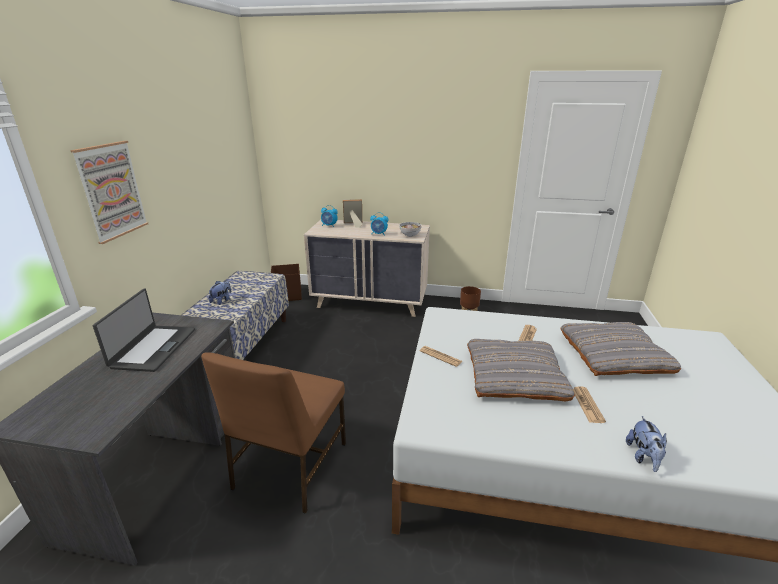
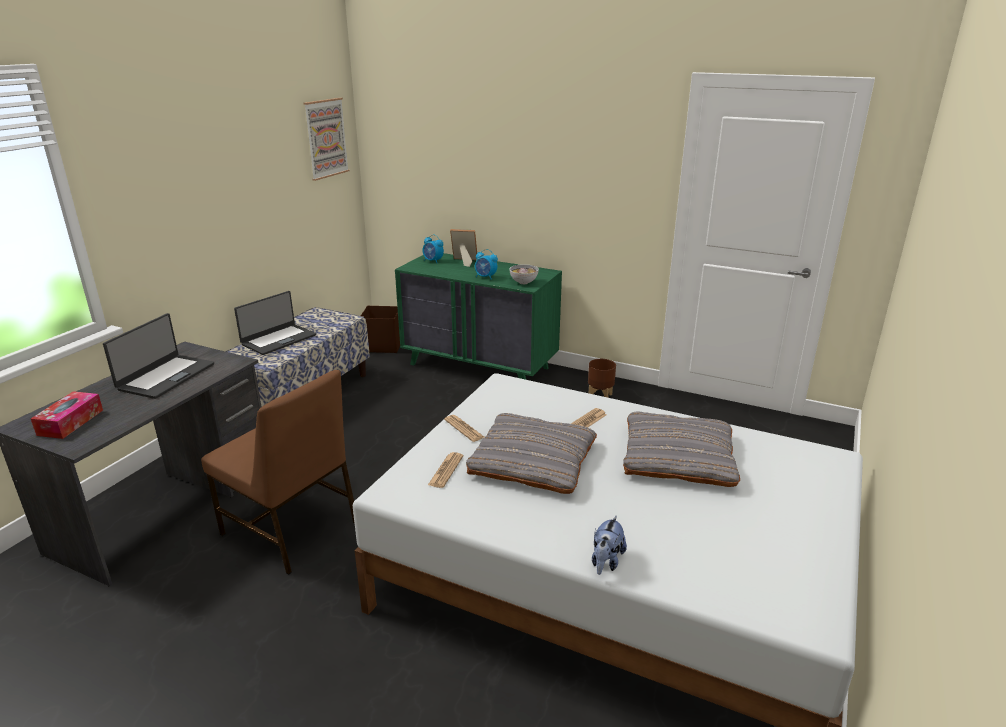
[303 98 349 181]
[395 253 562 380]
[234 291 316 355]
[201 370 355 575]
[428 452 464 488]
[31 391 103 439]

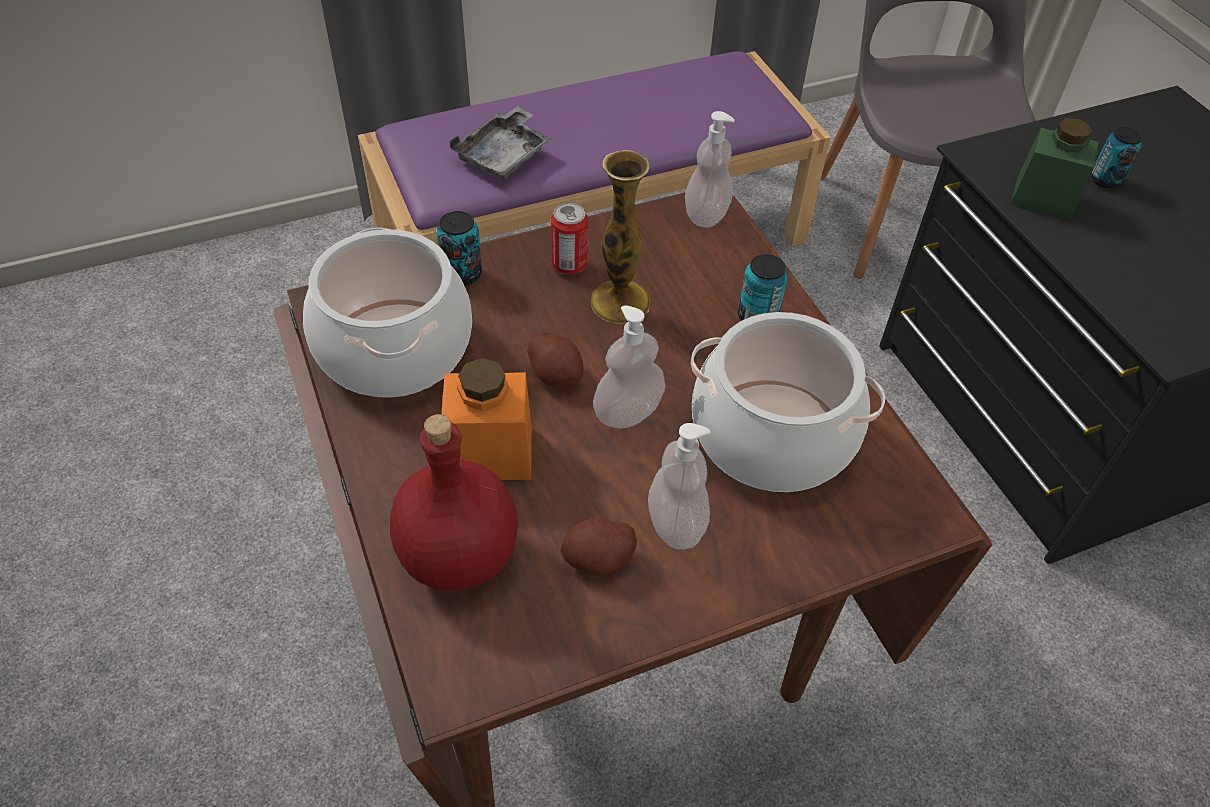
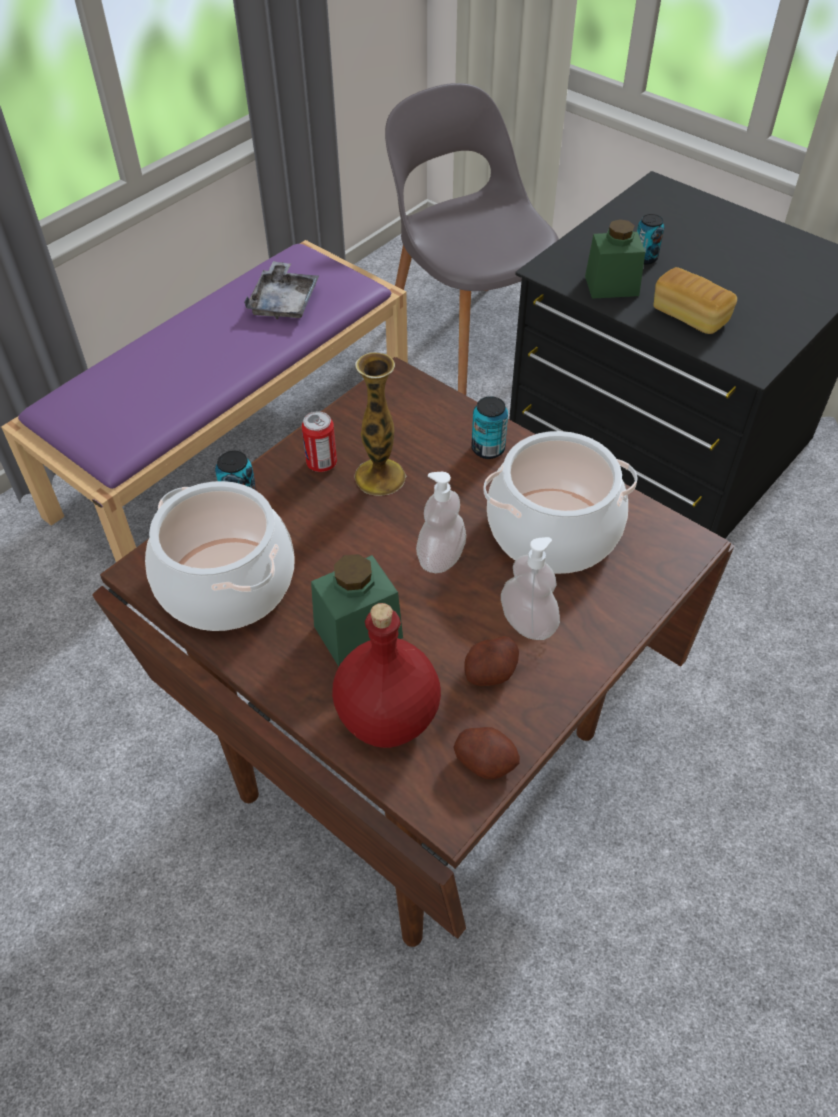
[244 261 319 319]
[685 111 735 228] (first image)
[453 727 520 780]
[311 554 403 667]
[653 267 737 334]

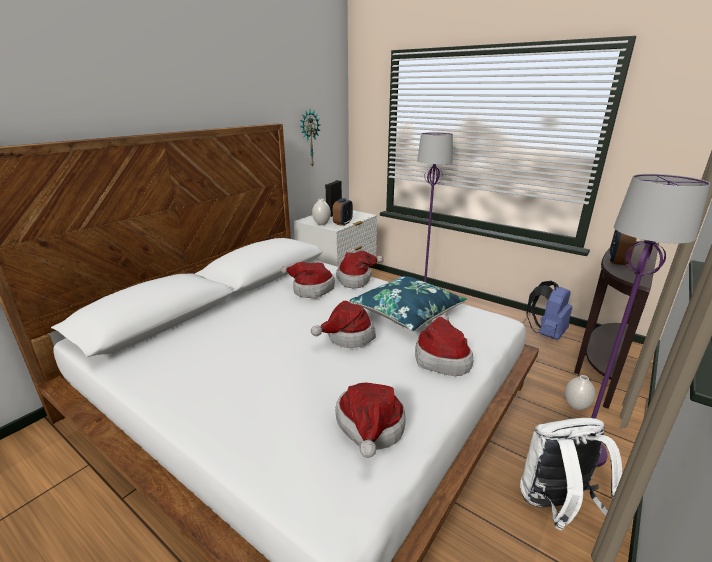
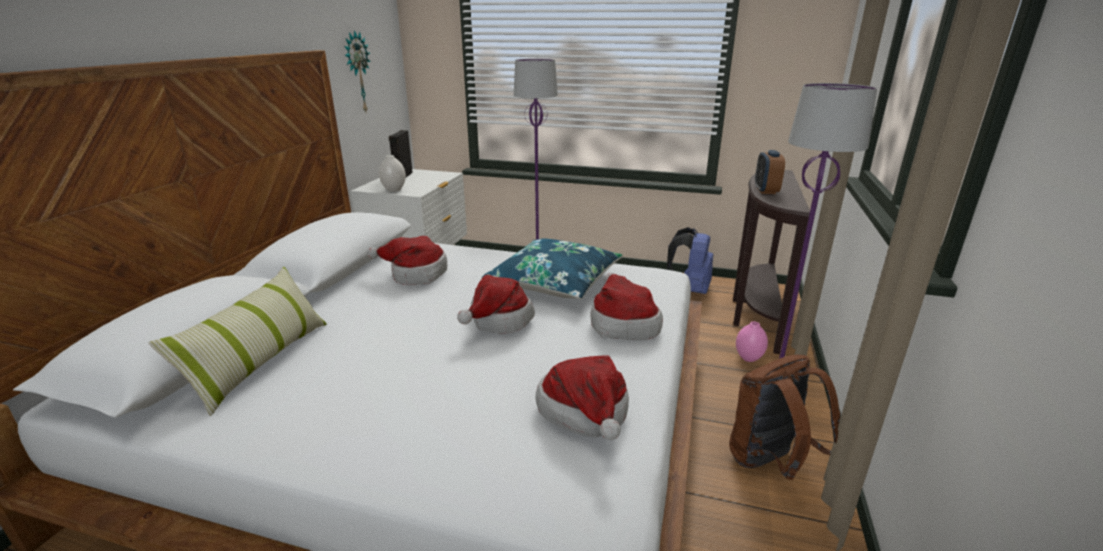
[333 198 353 226] (first image)
[336 251 384 288] (first image)
[736 321 768 362]
[729 355 840 480]
[149 267 327 416]

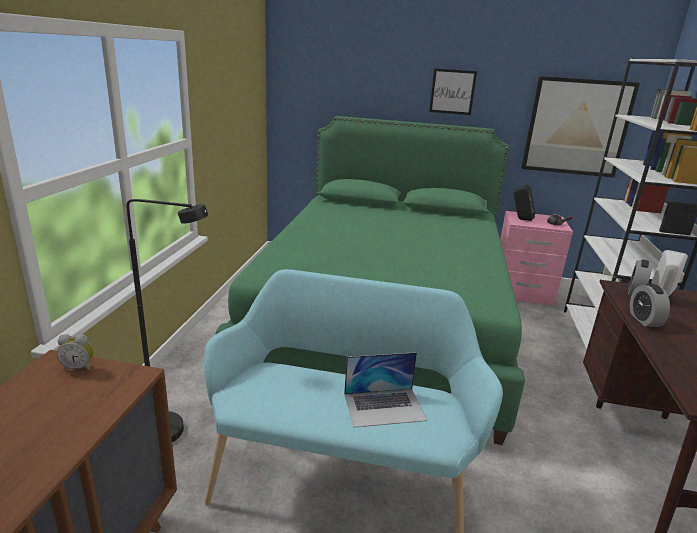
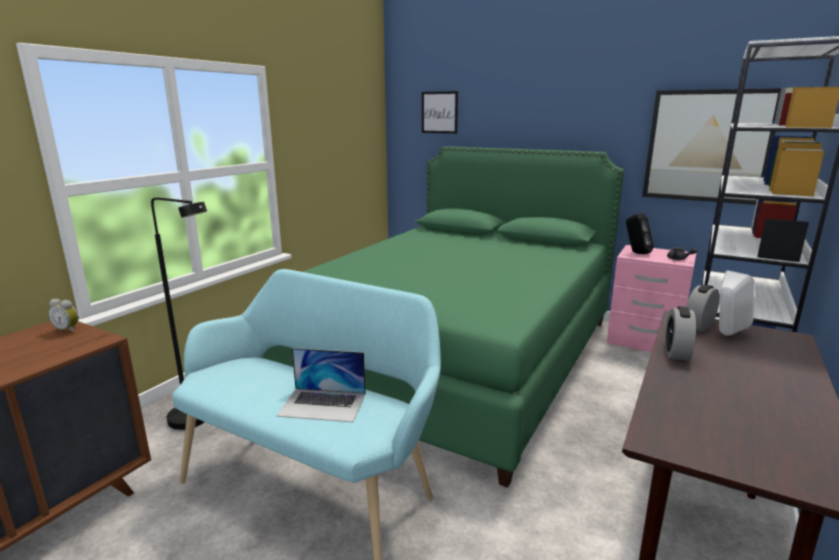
[422 91 458 134]

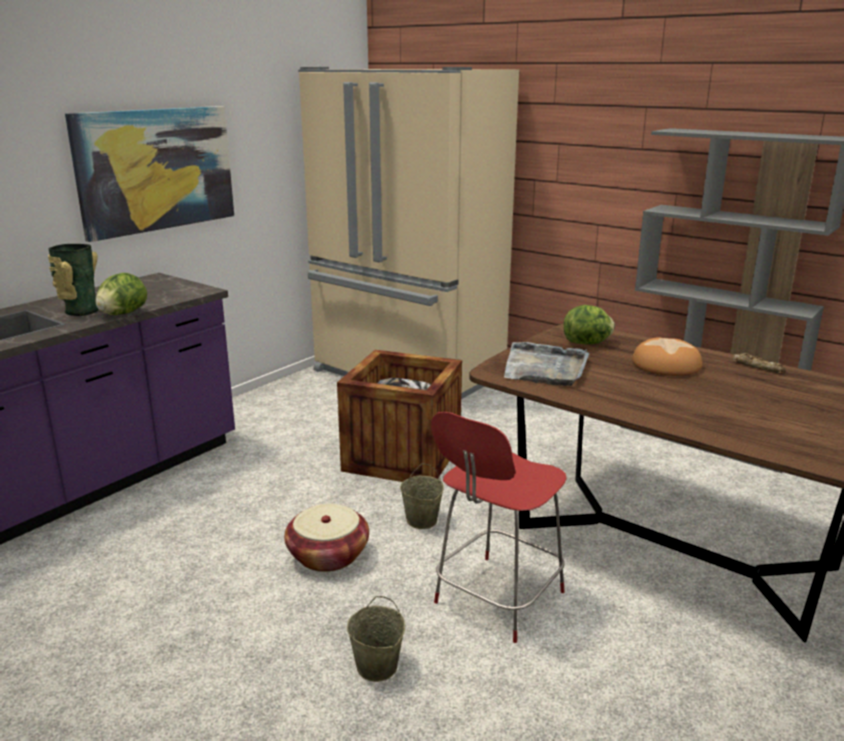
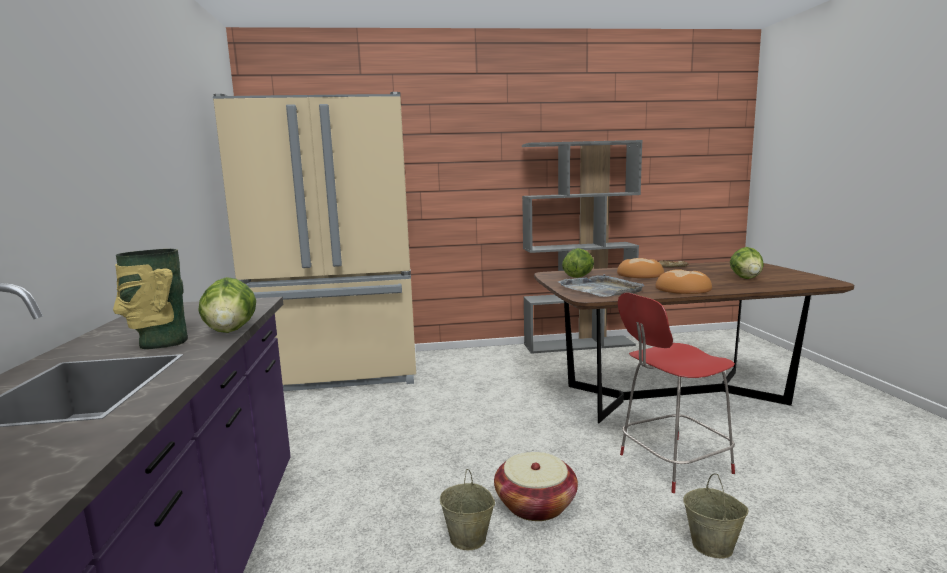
[65 106 234 242] (first image)
[337 350 462 482] (first image)
[618 293 735 493]
[440 469 495 550]
[730 247 764 279]
[656 269 712 294]

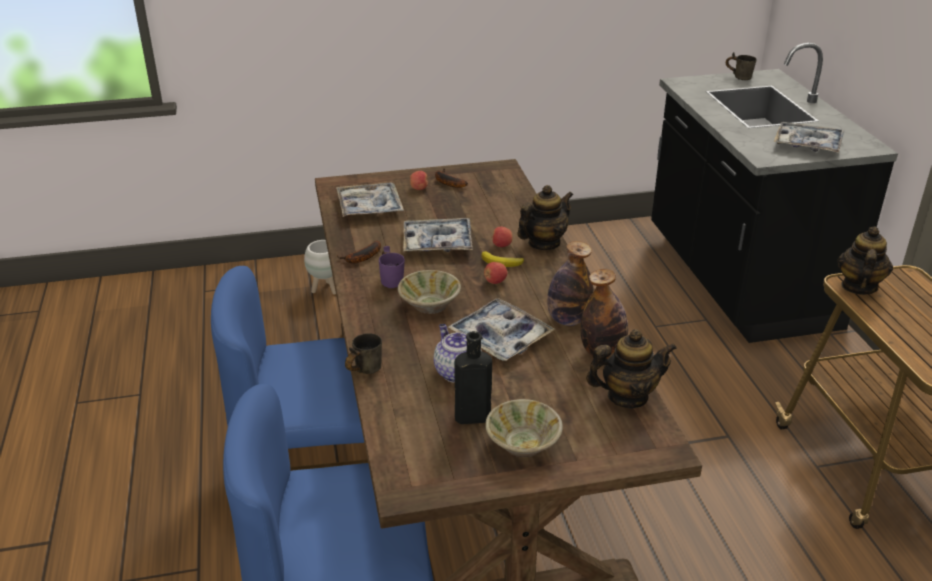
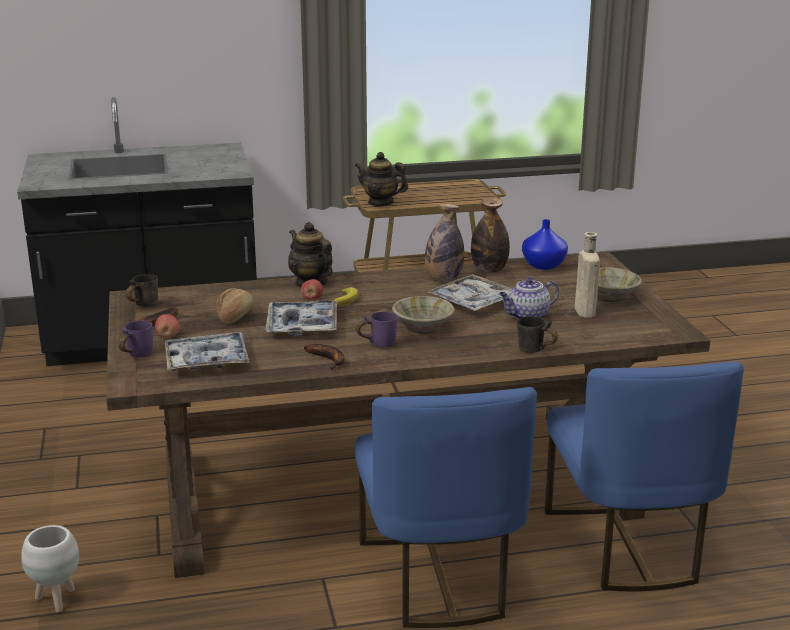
[126 274 158 307]
[773 122 844 153] (first image)
[484 262 507 284] (first image)
[522 219 568 270]
[575 232 600 318]
[216 288 254 324]
[118 321 153 357]

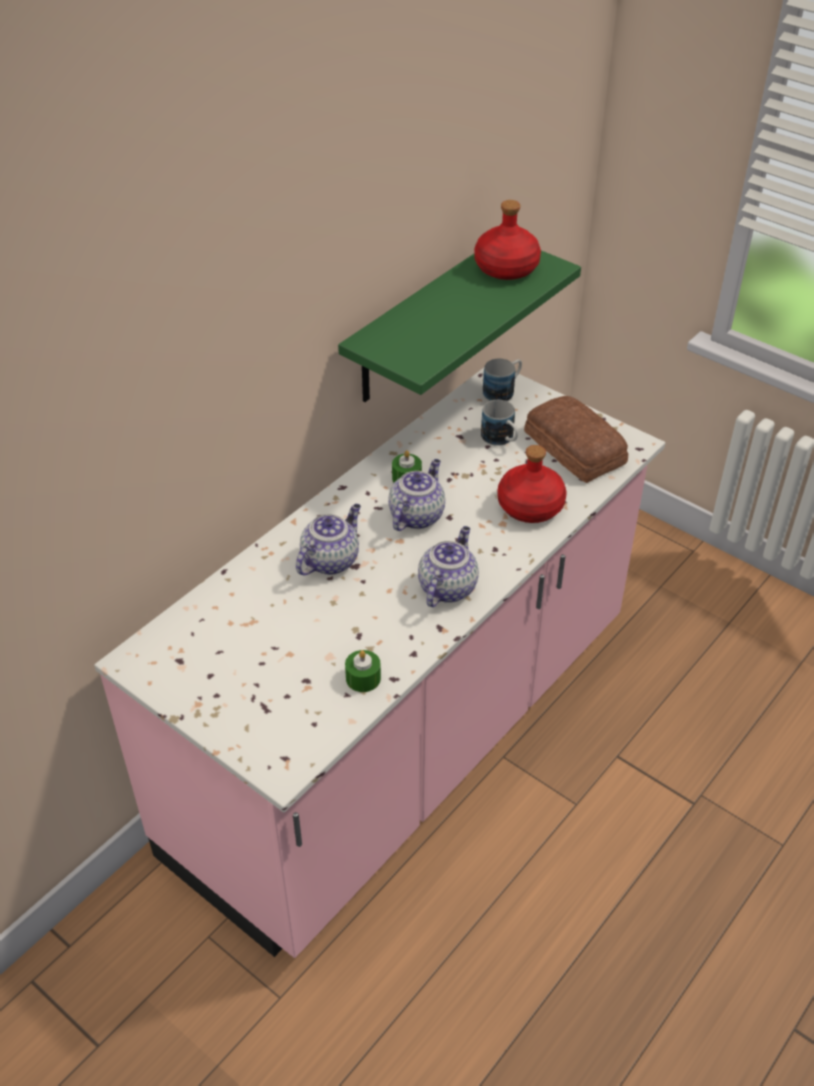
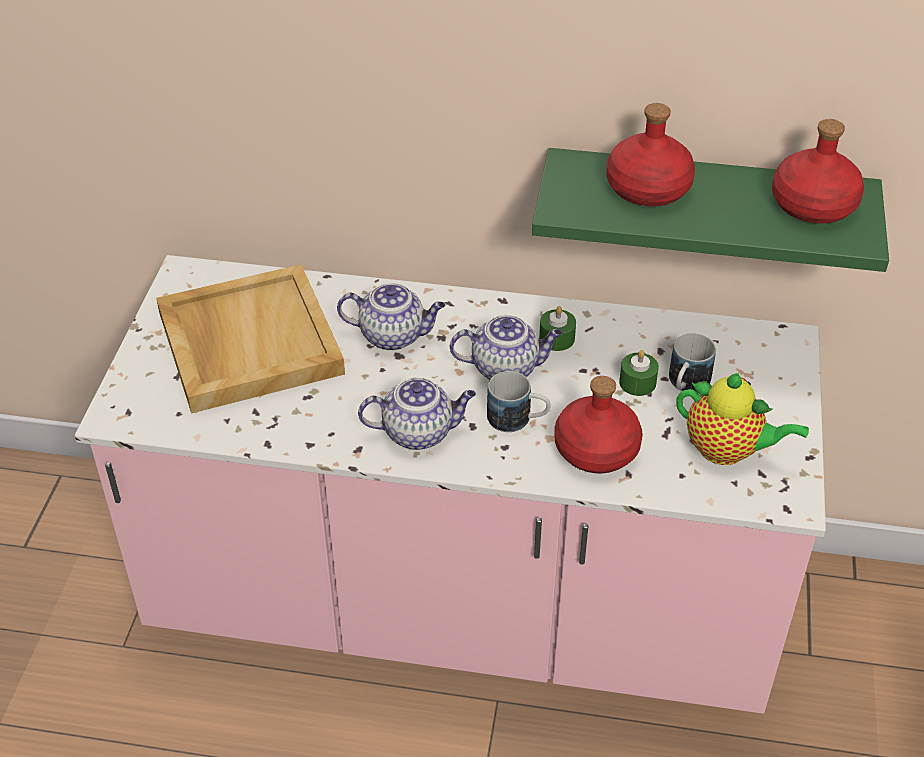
[487 371 551 432]
[676 373 809 465]
[619 350 659 396]
[606 103 695 206]
[156 264 345 414]

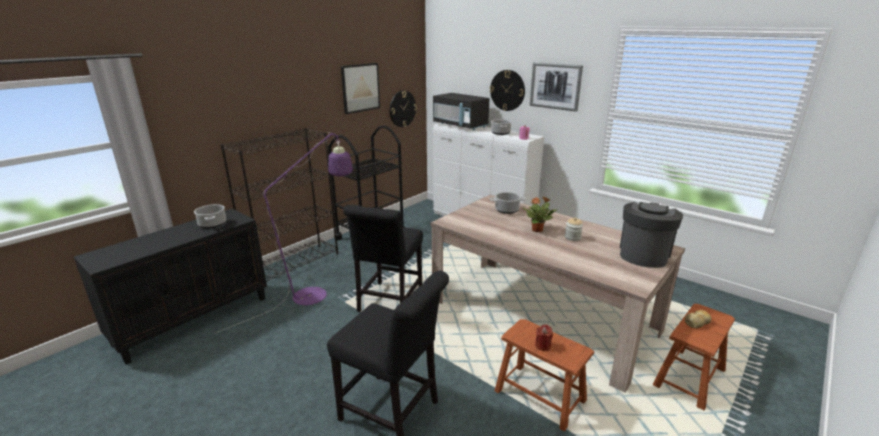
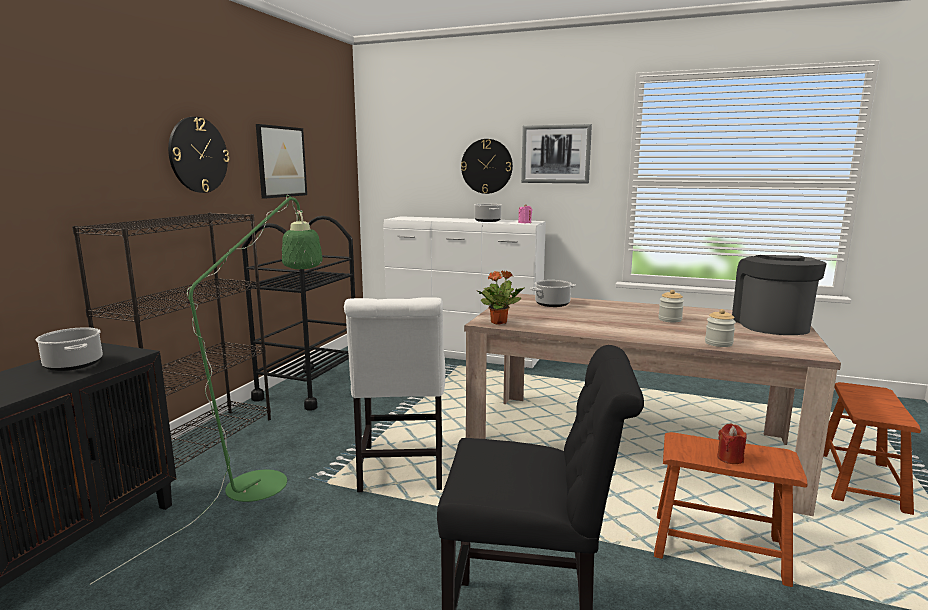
[168 117 229 193]
[433 93 489 130] (first image)
[90 195 323 585]
[476 270 525 325]
[344 297 445 492]
[685 310 711 328] (first image)
[705 309 736 347]

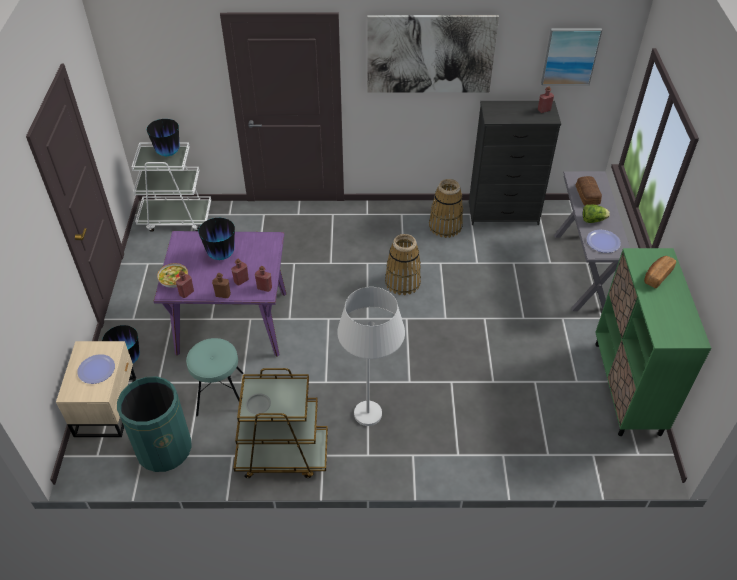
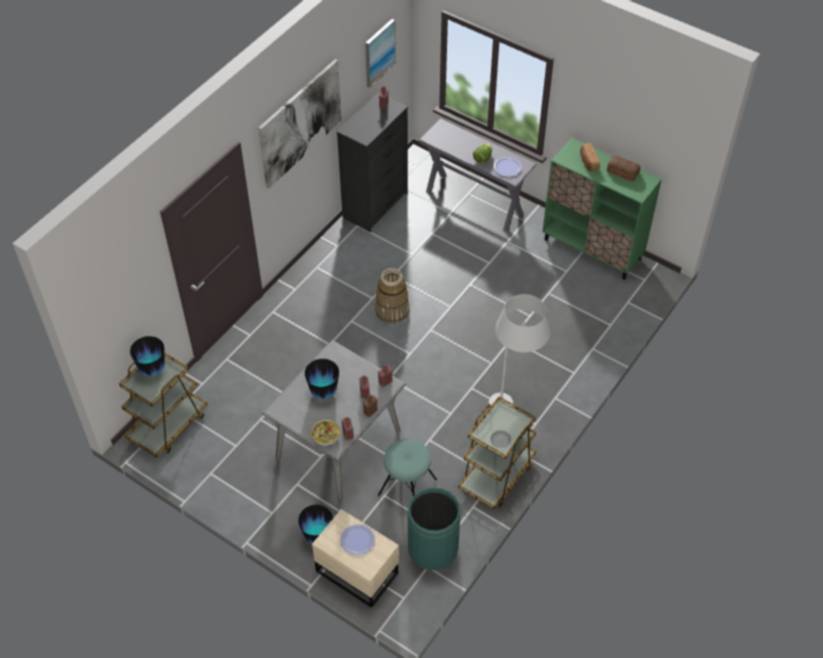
[119 353 207 458]
[607 156 640 182]
[429 179 463 238] (first image)
[262 340 406 500]

